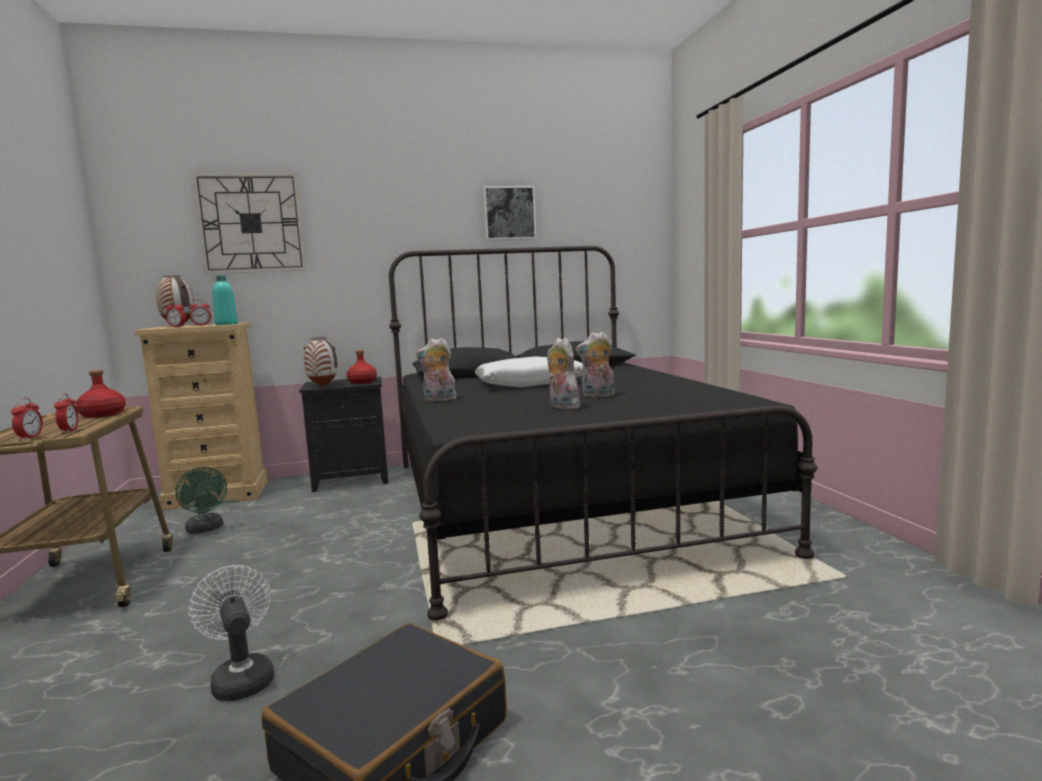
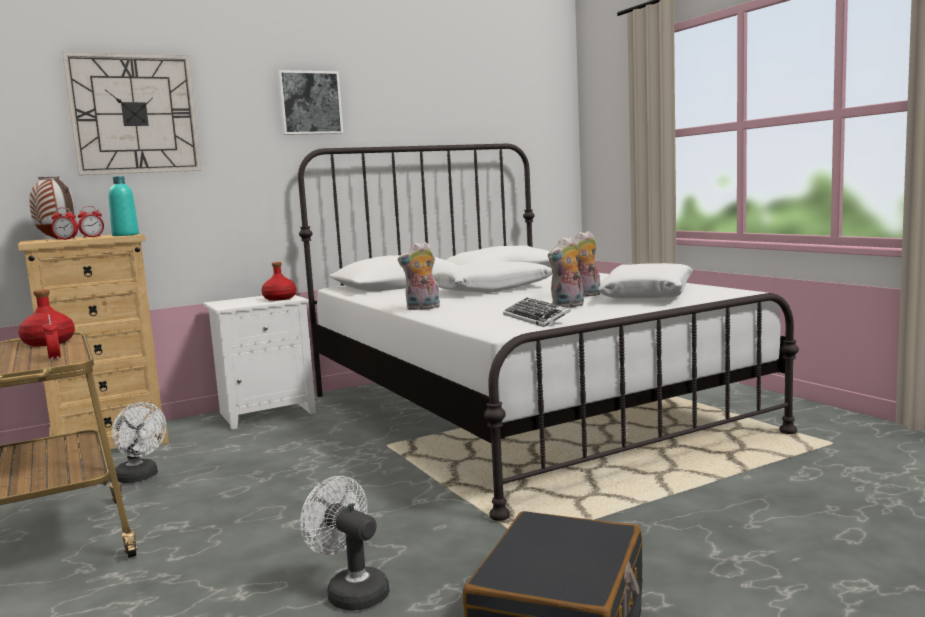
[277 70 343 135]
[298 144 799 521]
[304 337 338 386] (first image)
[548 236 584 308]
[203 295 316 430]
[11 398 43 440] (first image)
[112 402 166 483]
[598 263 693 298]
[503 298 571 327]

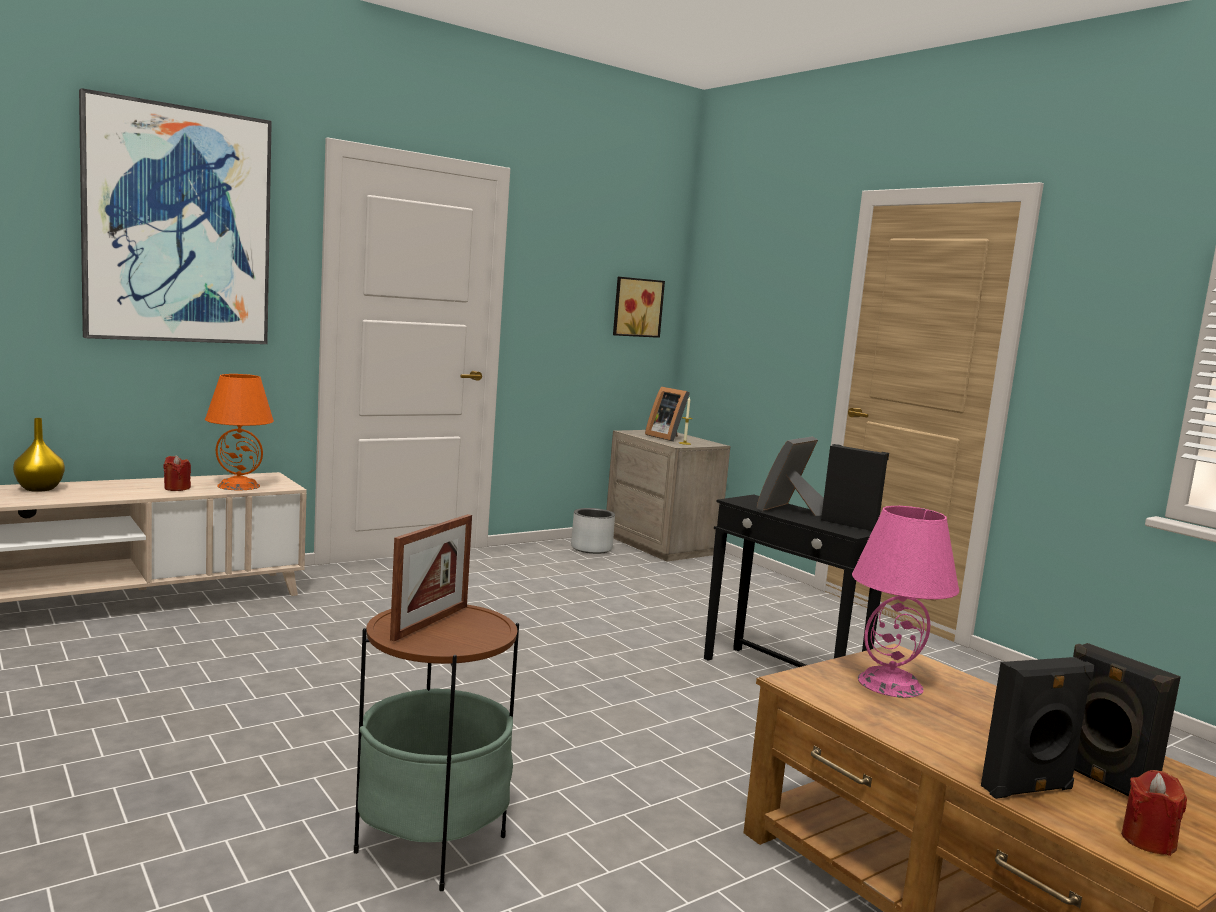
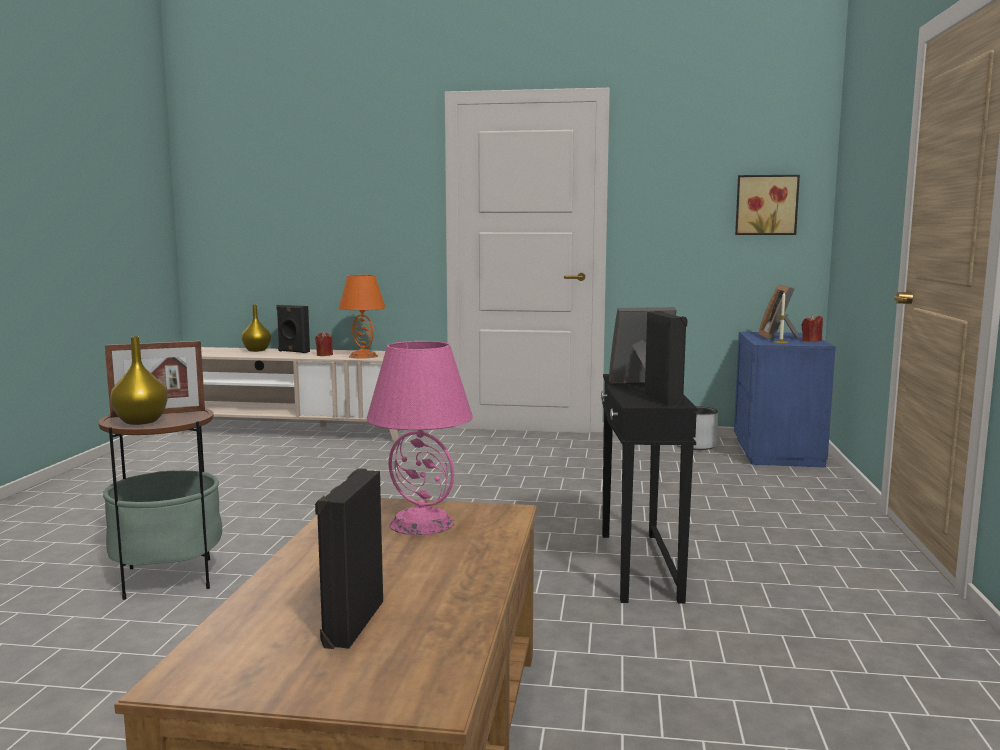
[79 88 272 344] (first image)
[734 332 836 468]
[276 305 310 353]
[801 314 823 342]
[110 336 168 425]

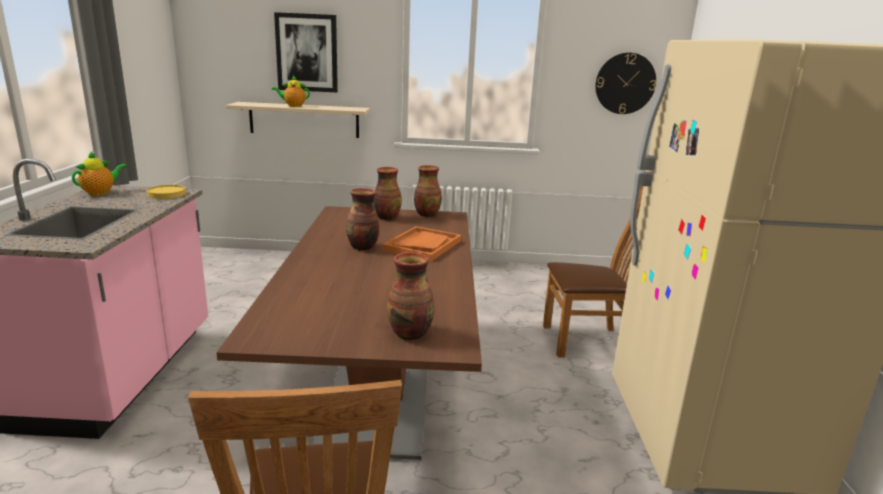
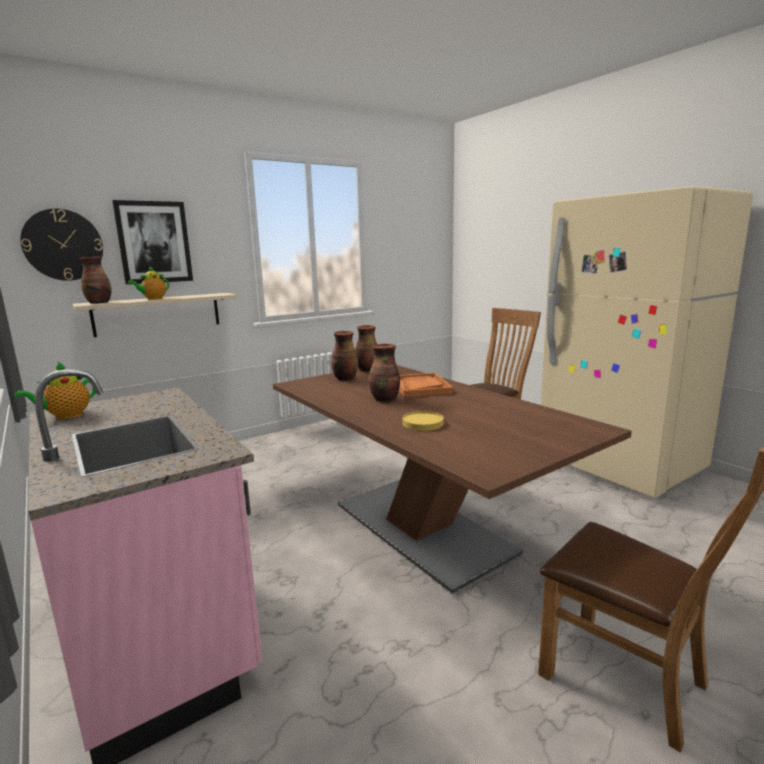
[20 209 103 281]
[14 361 96 419]
[403 411 444 431]
[80 257 111 304]

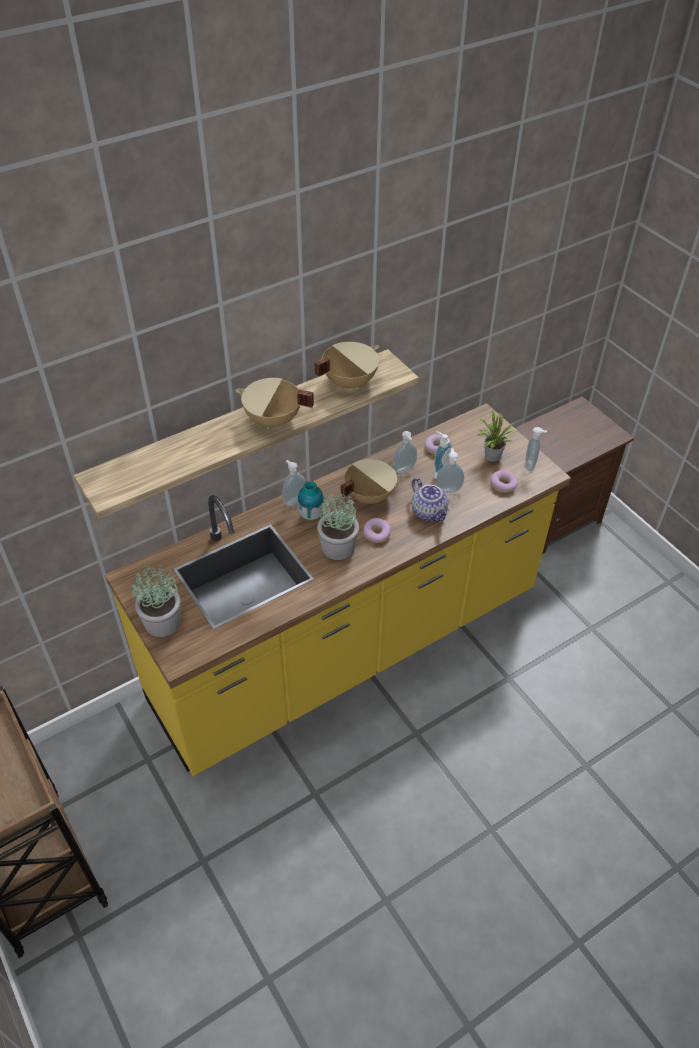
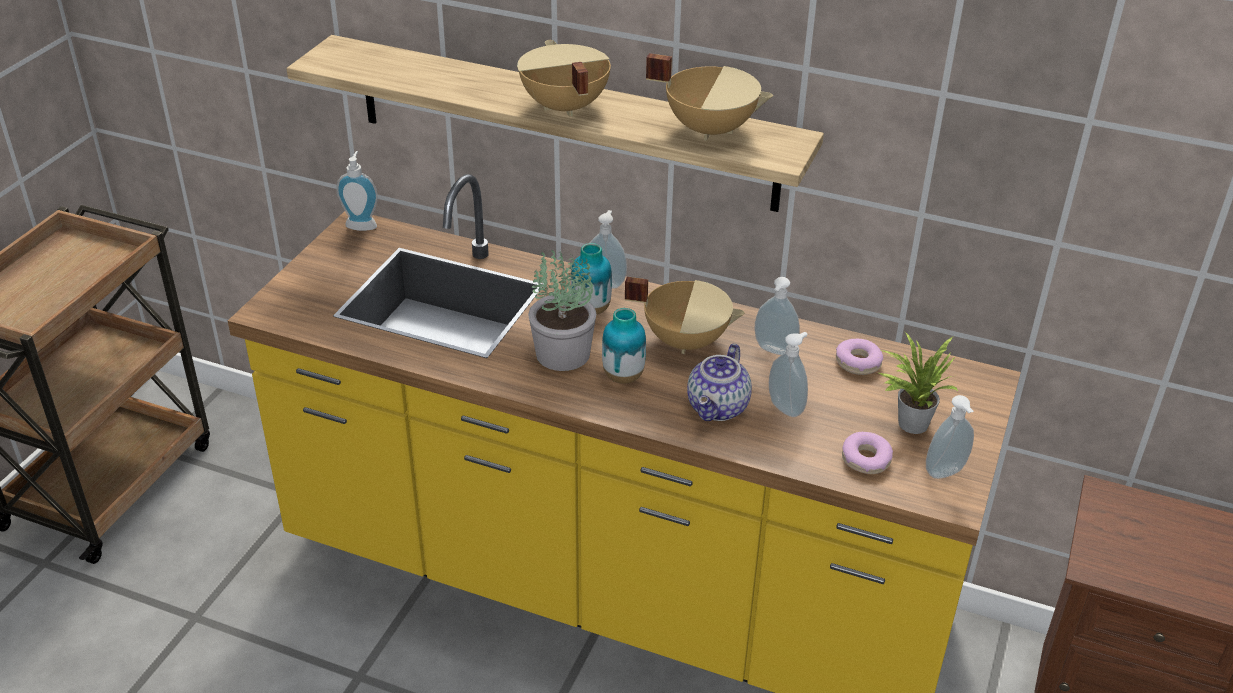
[336 151 378 231]
[602 308 646 384]
[132 562 181 637] (first image)

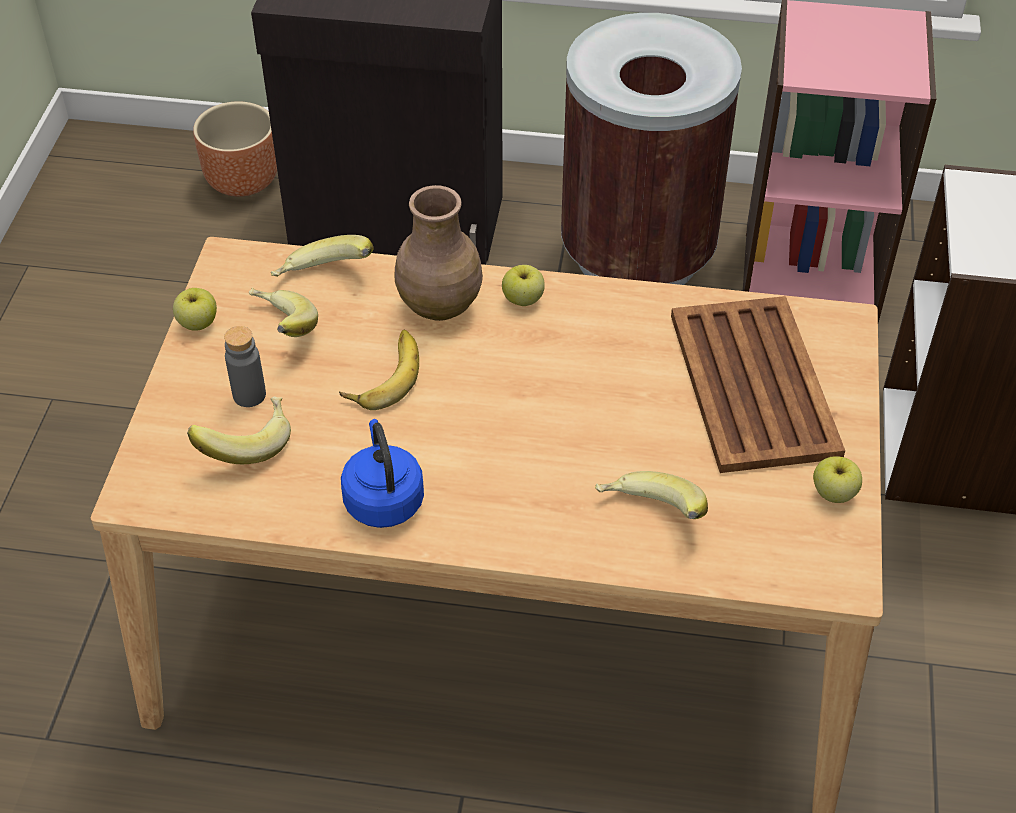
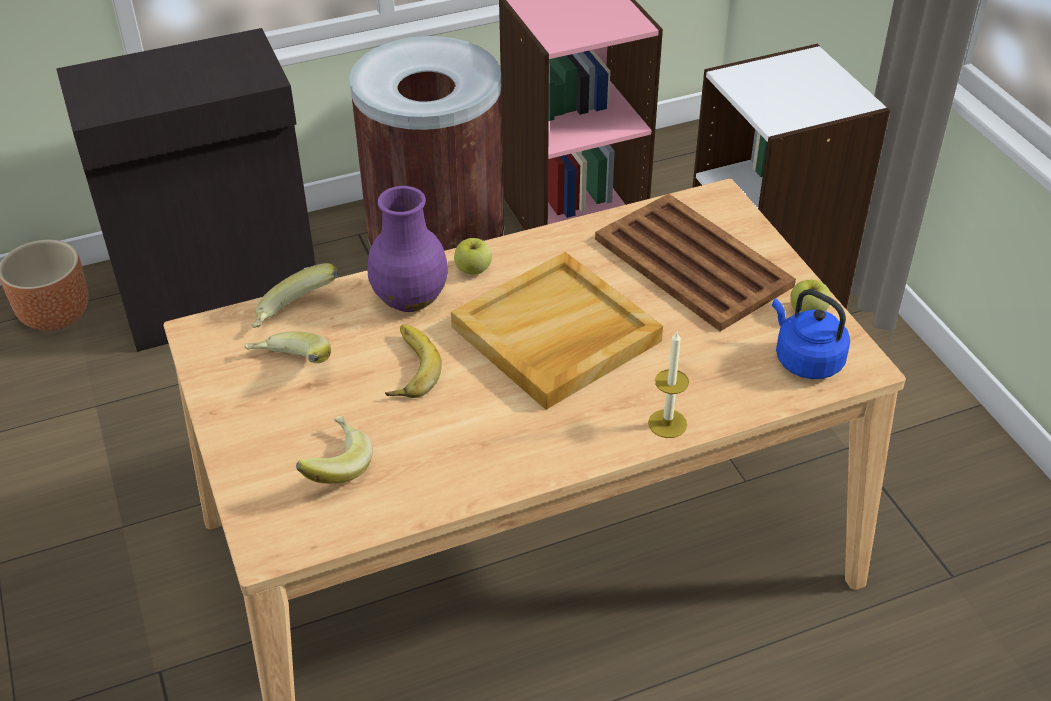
[368 186 448 312]
[173 288 217 331] (first image)
[224 326 266 407] (first image)
[772 289 850 379]
[595 471 708 519] (first image)
[451 252 663 410]
[648 331 689 438]

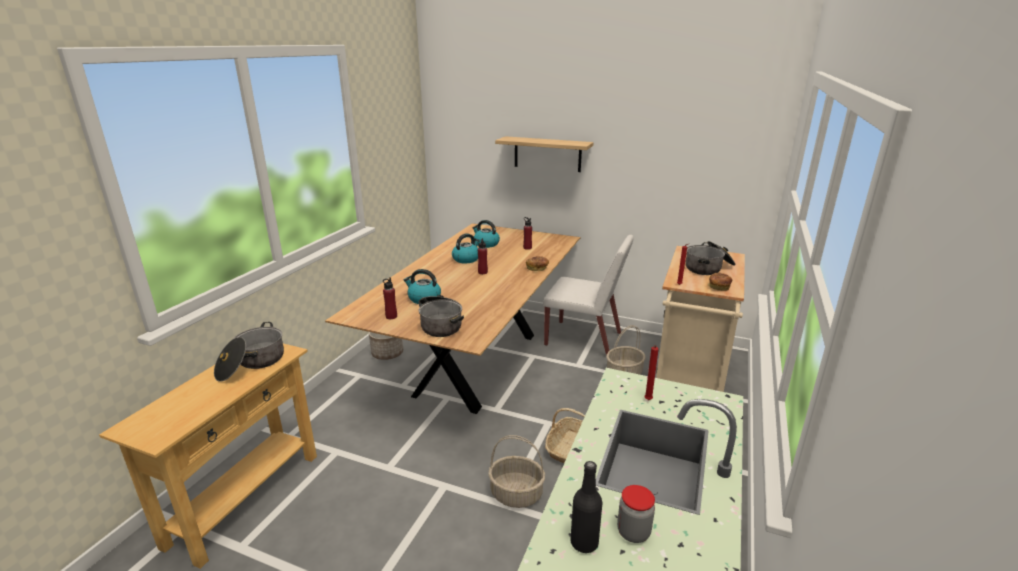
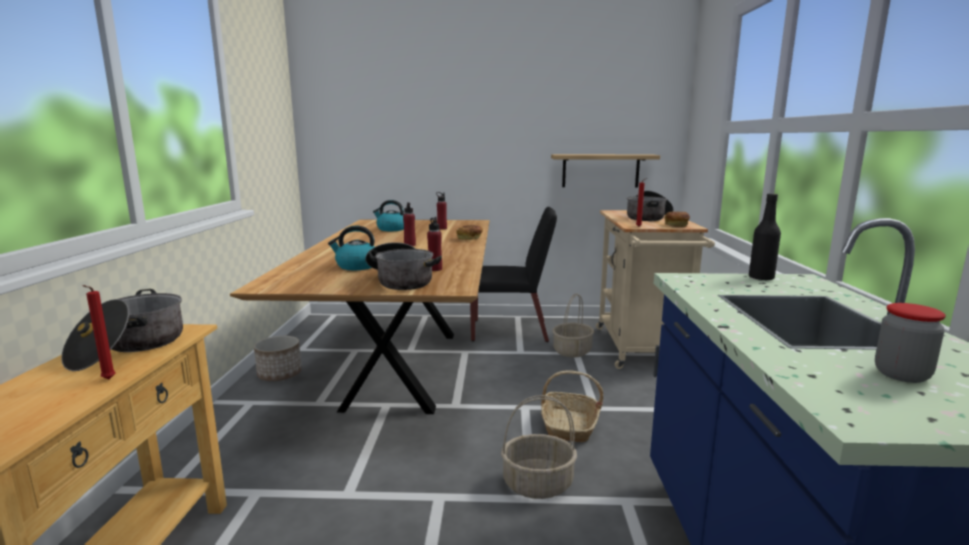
[551 154 660 187]
[452 233 480 263] (first image)
[470 207 557 342]
[427 217 442 271]
[82 285 116 379]
[749 194 781 281]

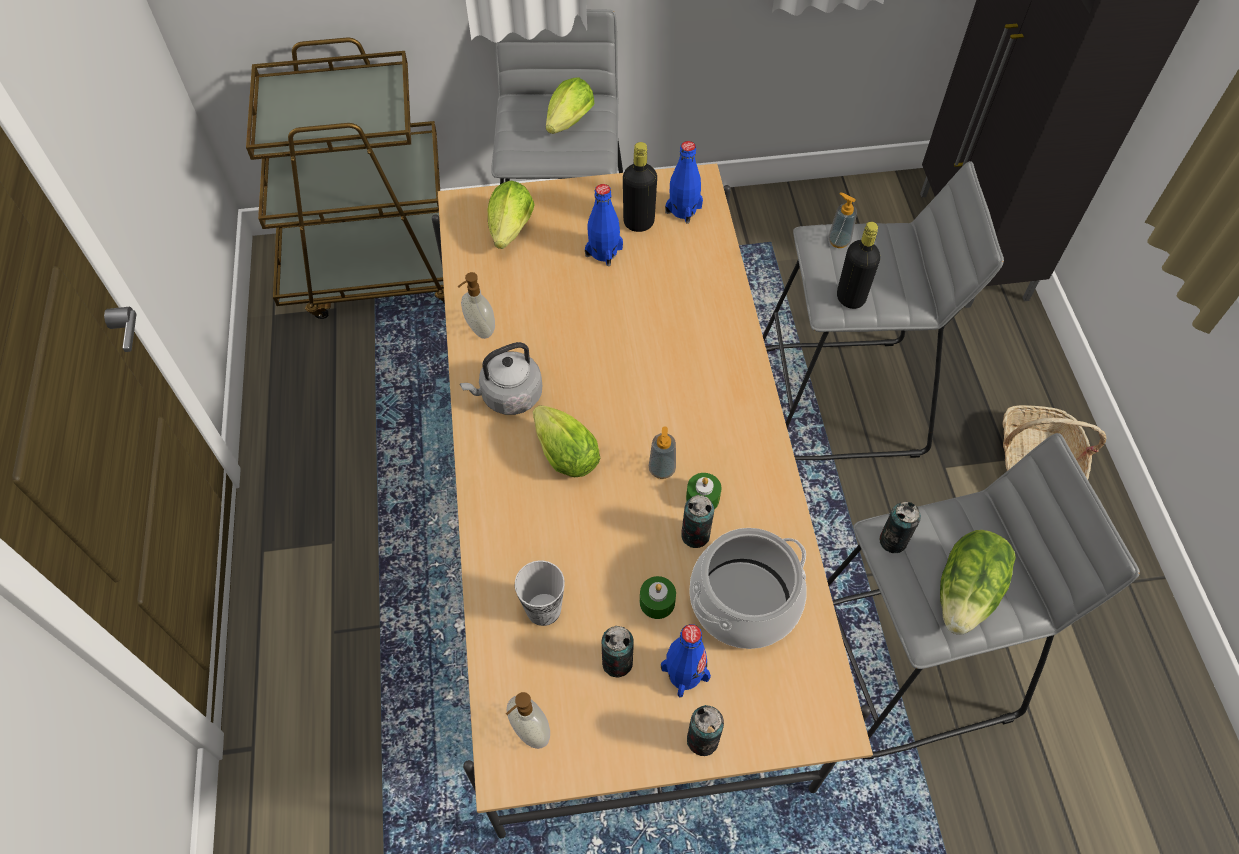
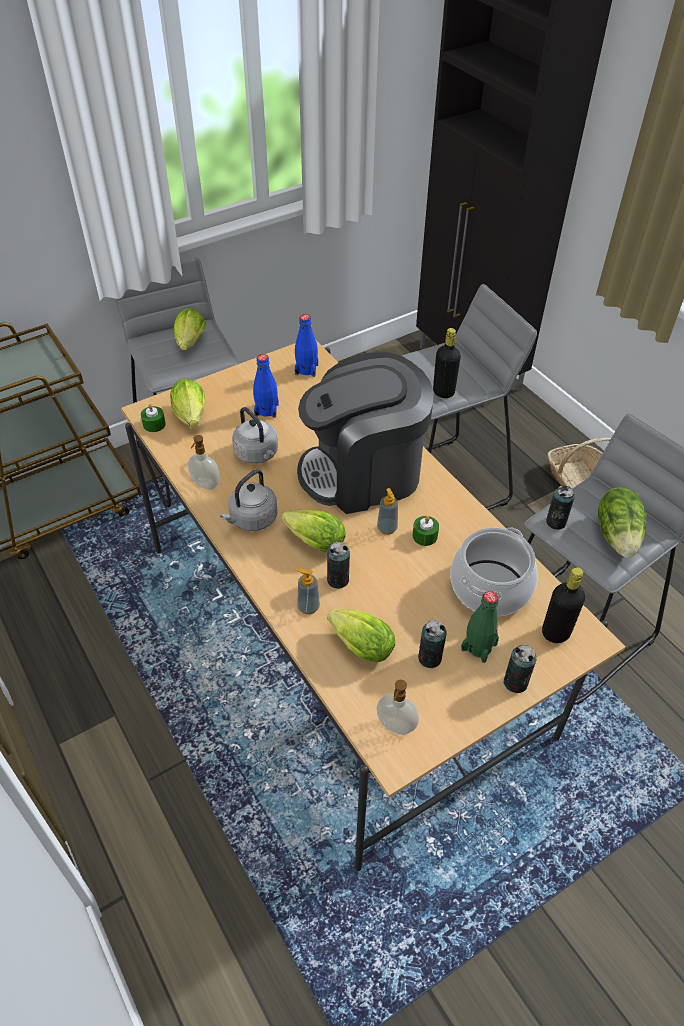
[542 567 585 643]
[296 568 320 615]
[327 542 350 589]
[327 609 395 662]
[141 404 166 432]
[461 591 499 663]
[297 352 434 514]
[232 407 278 464]

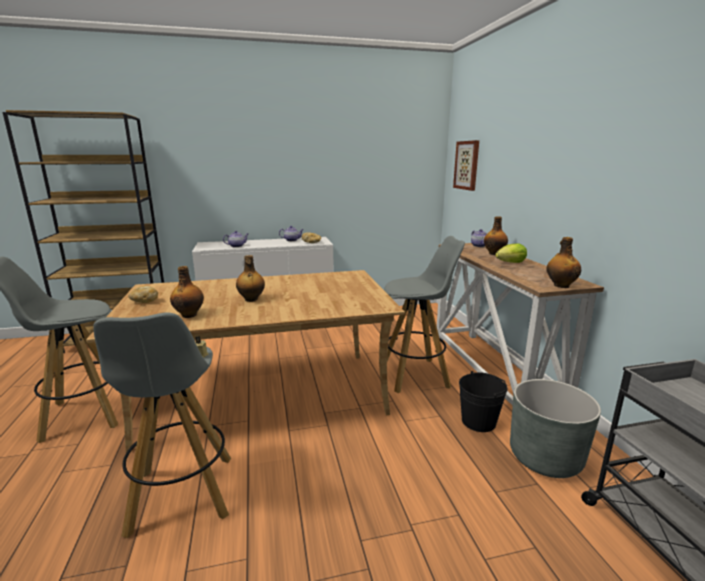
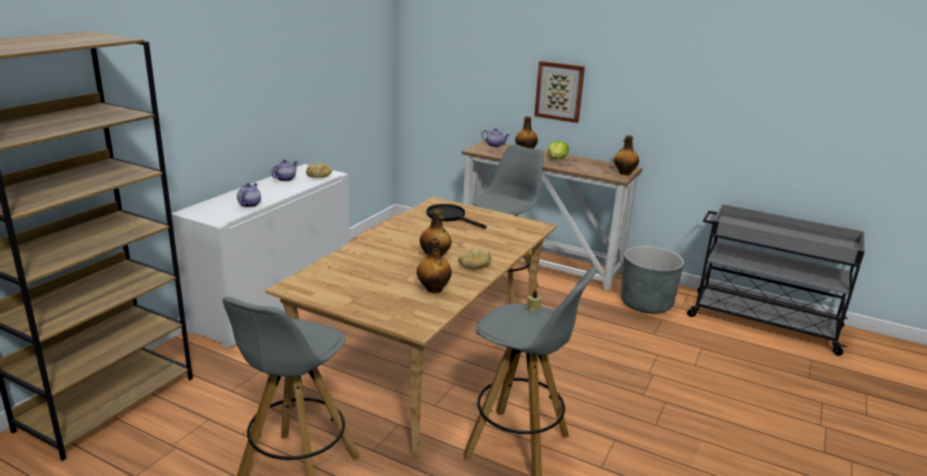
[534 61 585 123]
[458 249 491 269]
[459 371 508 432] (first image)
[427 204 486 229]

